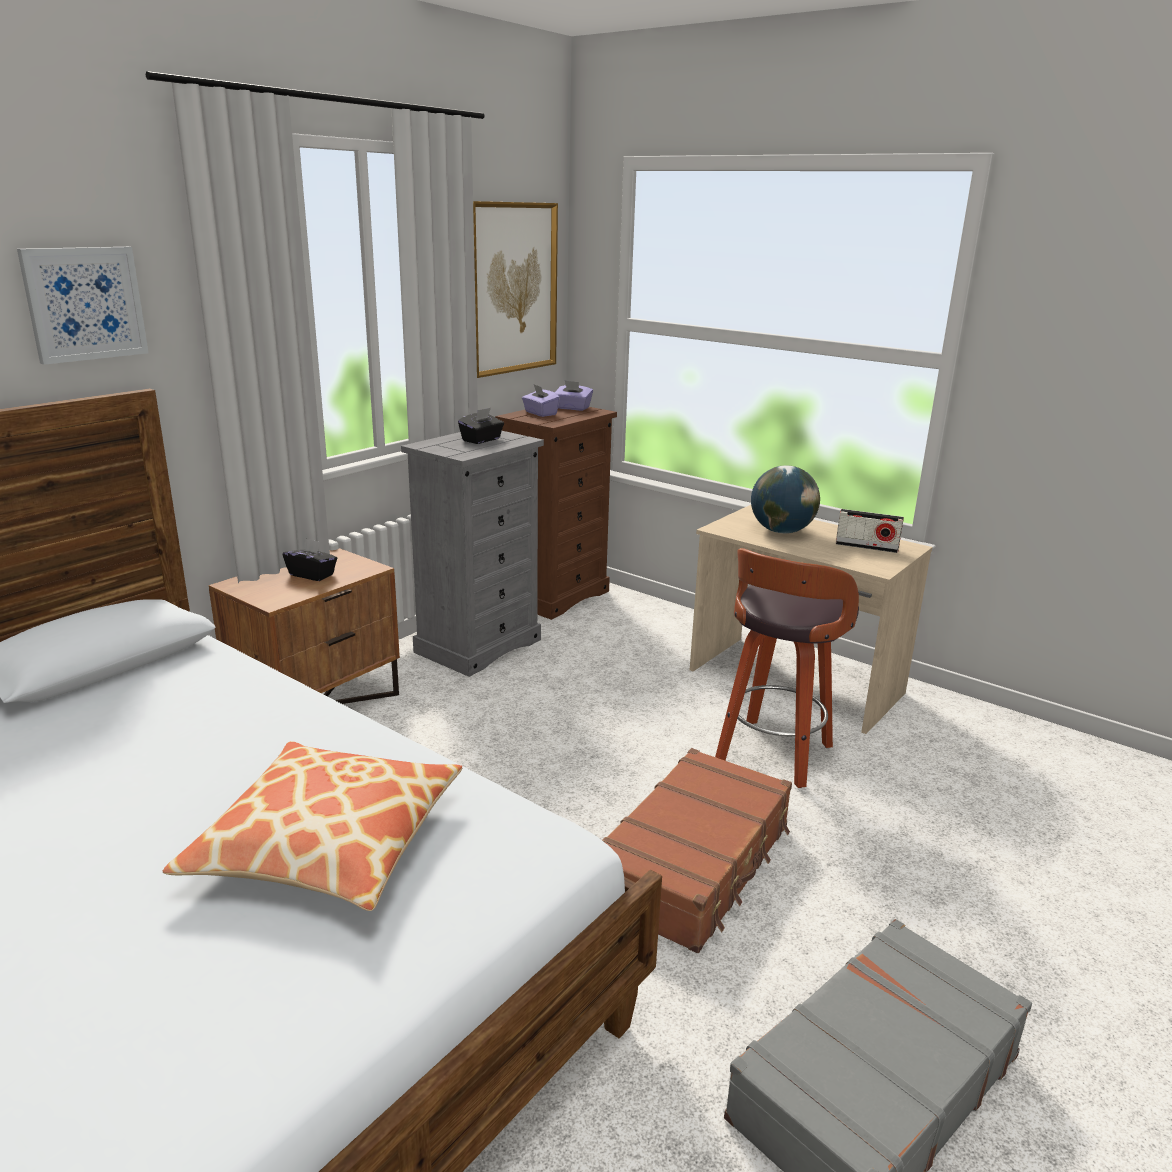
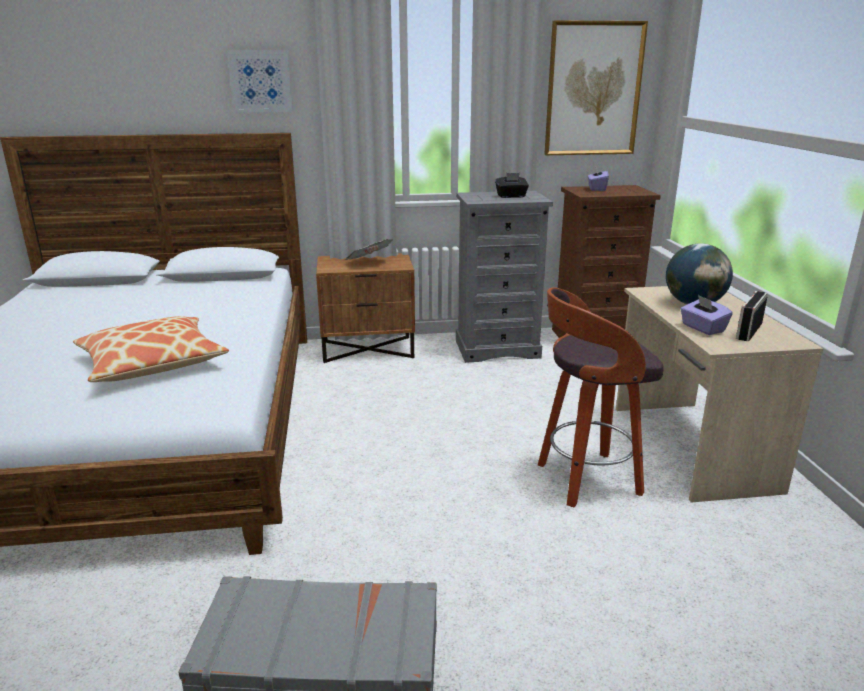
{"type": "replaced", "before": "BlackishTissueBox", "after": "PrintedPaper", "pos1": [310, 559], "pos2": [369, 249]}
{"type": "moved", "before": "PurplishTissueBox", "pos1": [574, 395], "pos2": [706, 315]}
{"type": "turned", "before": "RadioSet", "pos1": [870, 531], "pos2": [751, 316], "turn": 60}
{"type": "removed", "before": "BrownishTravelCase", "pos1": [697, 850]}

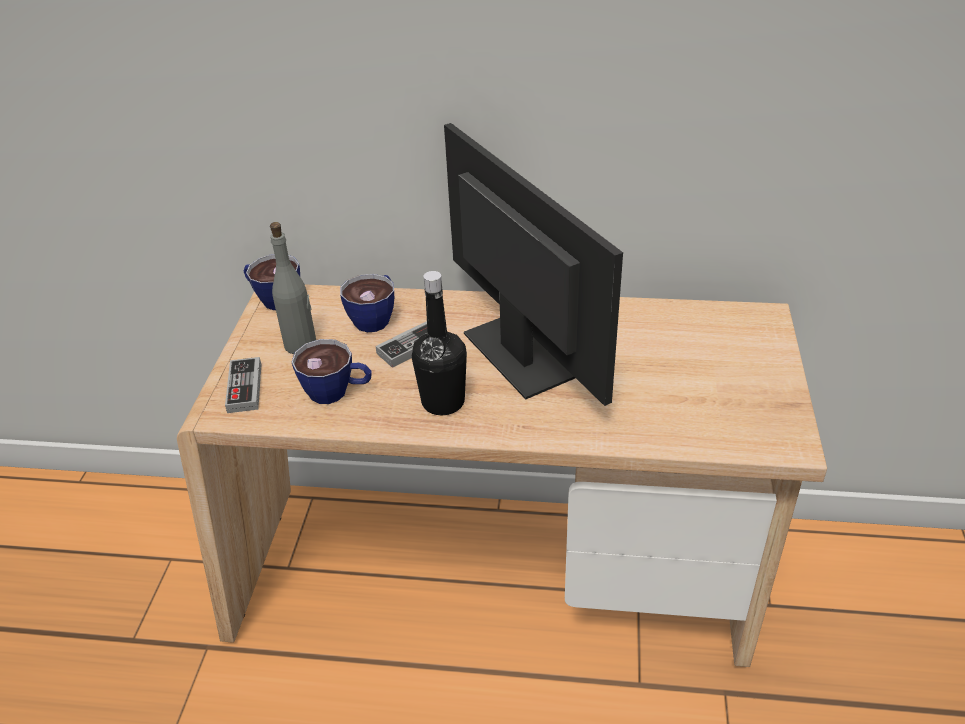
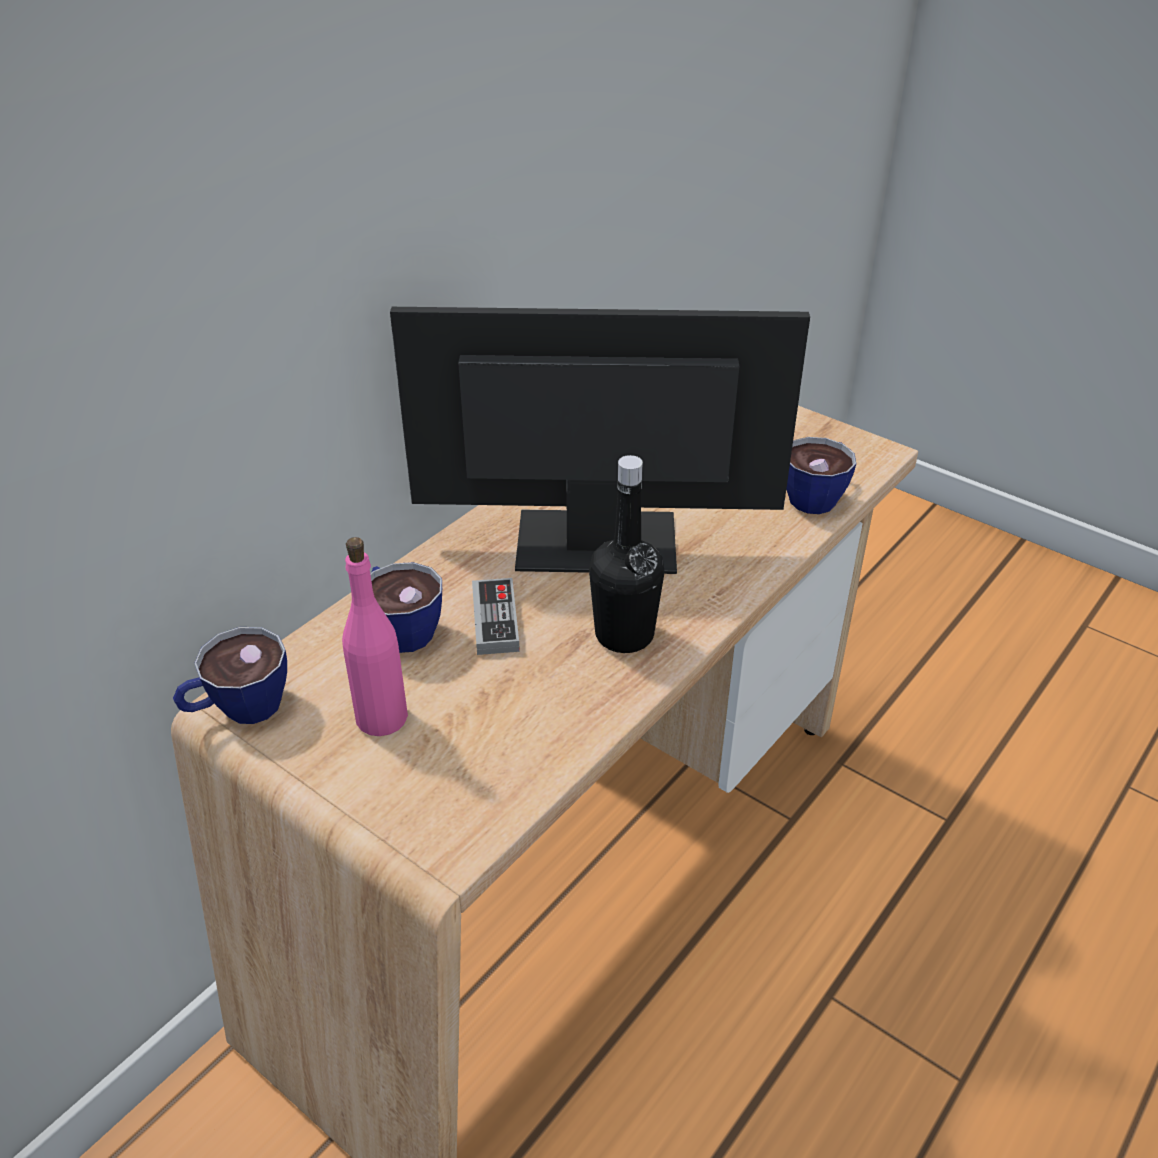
{"type": "recoloured", "before": "GreyDrinkBottle", "after": "PinkDrinkBottle", "pos1": [293, 288], "pos2": [375, 636]}
{"type": "moved", "before": "DrinkingCup", "pos1": [332, 371], "pos2": [821, 475]}
{"type": "removed", "before": "GameController", "pos1": [243, 385]}

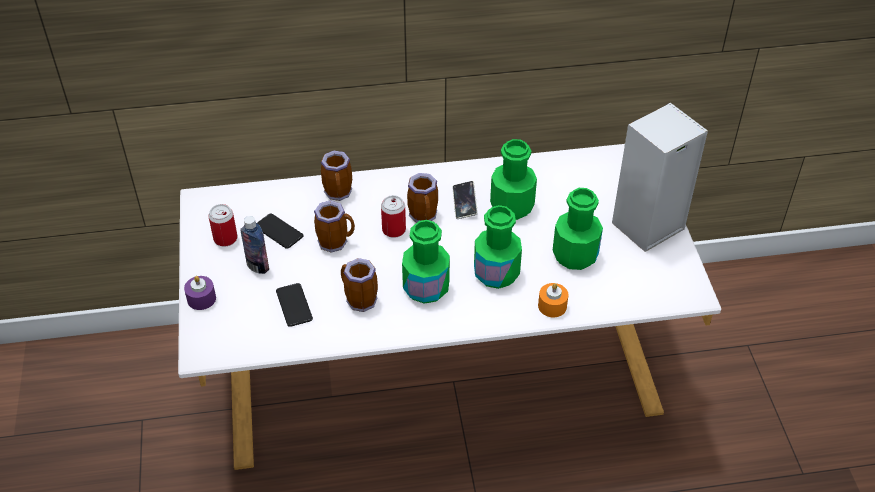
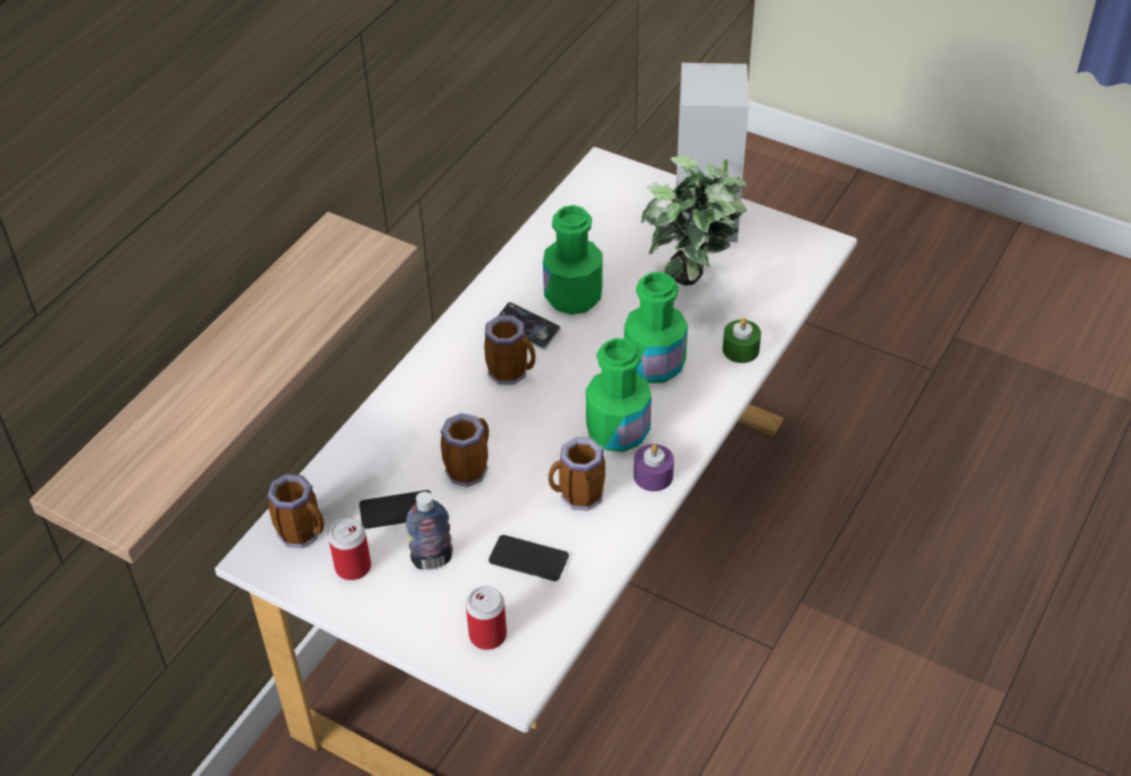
{"type": "added", "after": "Shelf", "pos2": [224, 388]}
{"type": "moved", "before": "TeaMug", "pos1": [336, 176], "pos2": [295, 511]}
{"type": "moved", "before": "SealedCan", "pos1": [393, 216], "pos2": [486, 618]}
{"type": "moved", "before": "PurplishWaxCandle", "pos1": [200, 293], "pos2": [654, 467]}
{"type": "replaced", "before": "GreenishDrinkBottle", "after": "PlantInAPot", "pos1": [578, 229], "pos2": [694, 221]}
{"type": "recoloured", "before": "OrangeyWaxCandle", "after": "GreenishWaxCandle", "pos1": [553, 300], "pos2": [742, 340]}

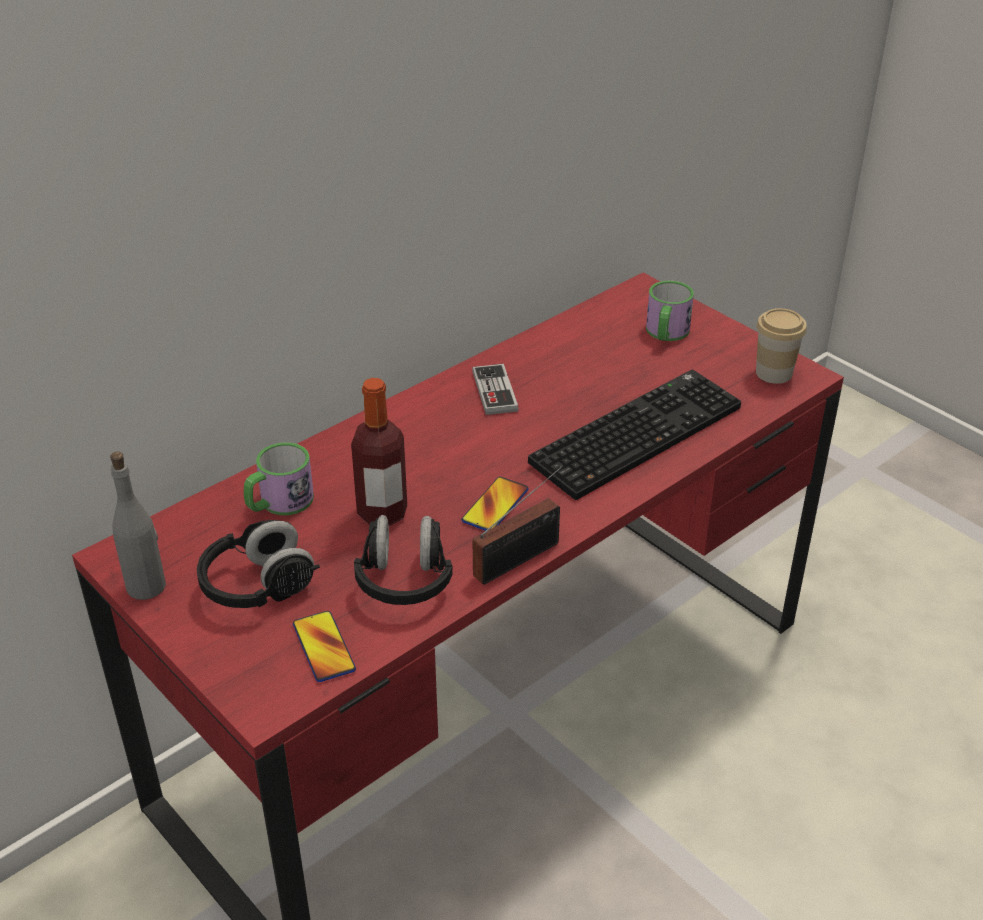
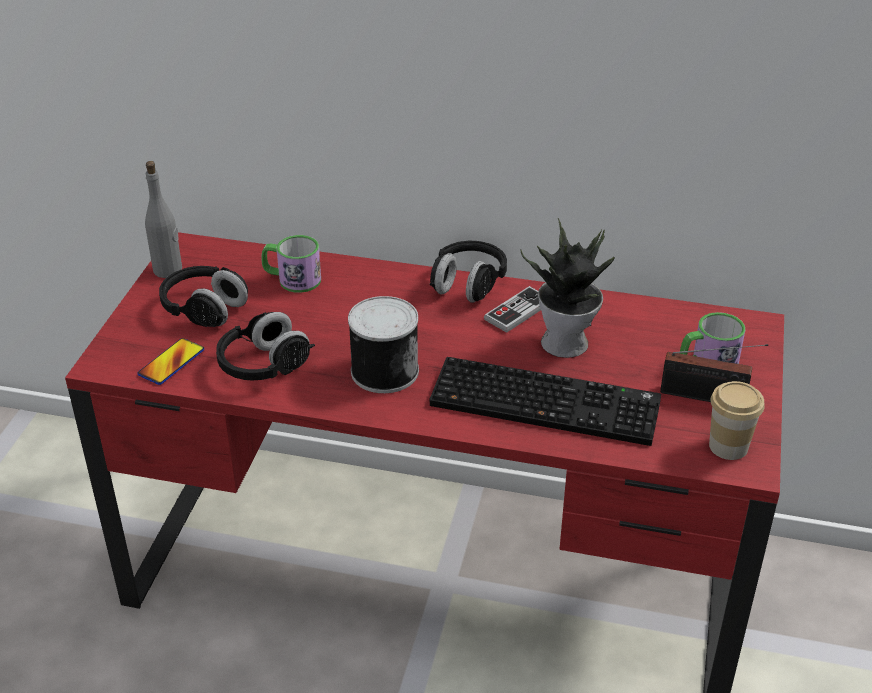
{"type": "replaced", "before": "Handset", "after": "SealedCan", "pos1": [495, 504], "pos2": [383, 344]}
{"type": "added", "after": "BlackishHeadset", "pos2": [468, 272]}
{"type": "added", "after": "PlantInAPot", "pos2": [567, 288]}
{"type": "moved", "before": "RadioSet", "pos1": [518, 525], "pos2": [714, 373]}
{"type": "removed", "before": "DrinkBottle", "pos1": [379, 452]}

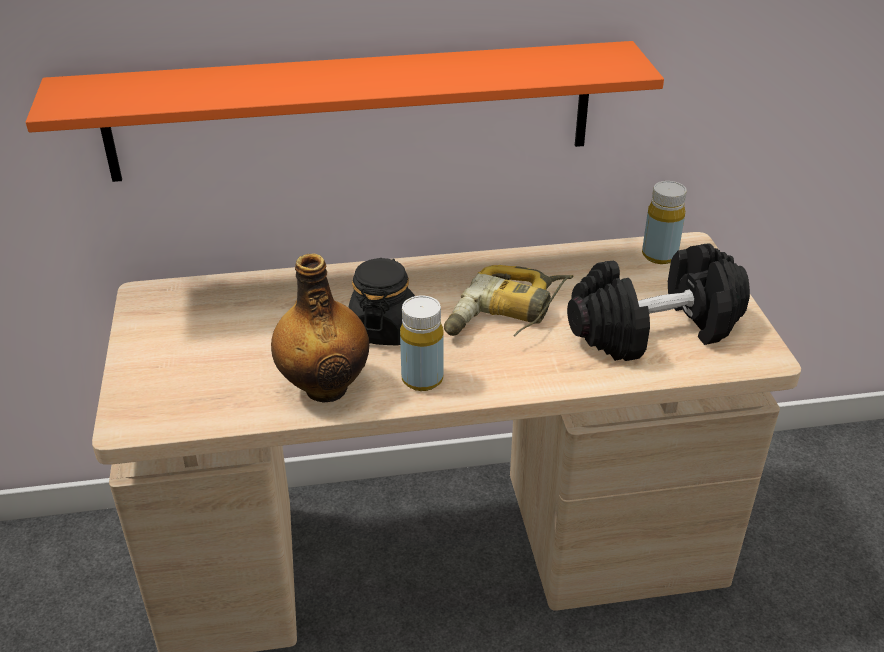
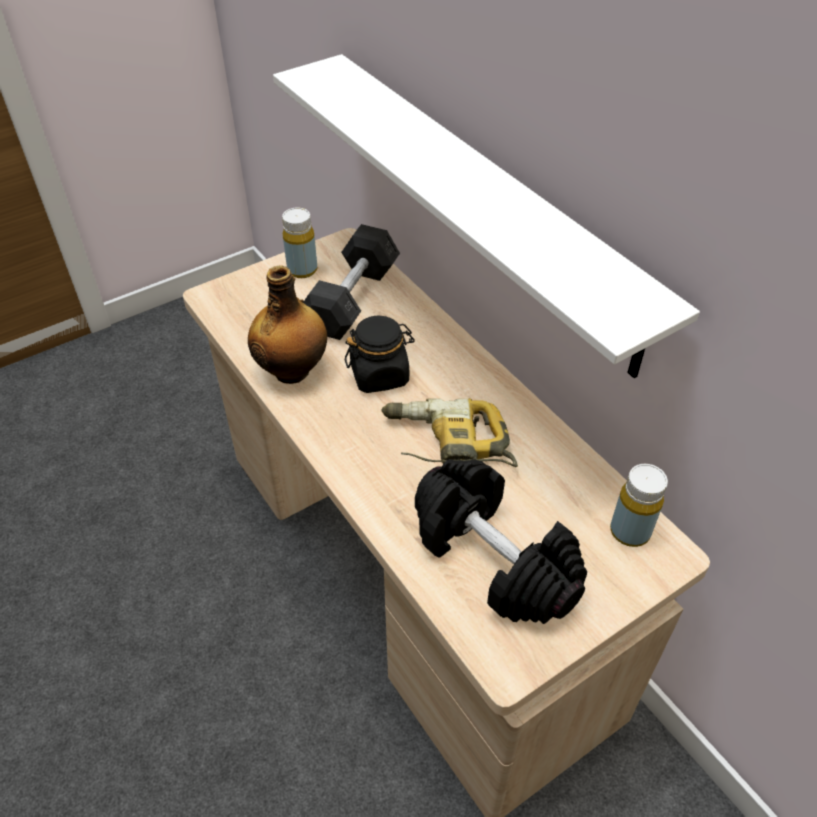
{"type": "recoloured", "before": "OrangeyShelf", "after": "WhiteColouredShelf", "pos1": [345, 111], "pos2": [486, 216]}
{"type": "moved", "before": "YellowColouredDrinkBottle", "pos1": [422, 343], "pos2": [299, 243]}
{"type": "added", "after": "GreyFreeWeight", "pos2": [351, 282]}

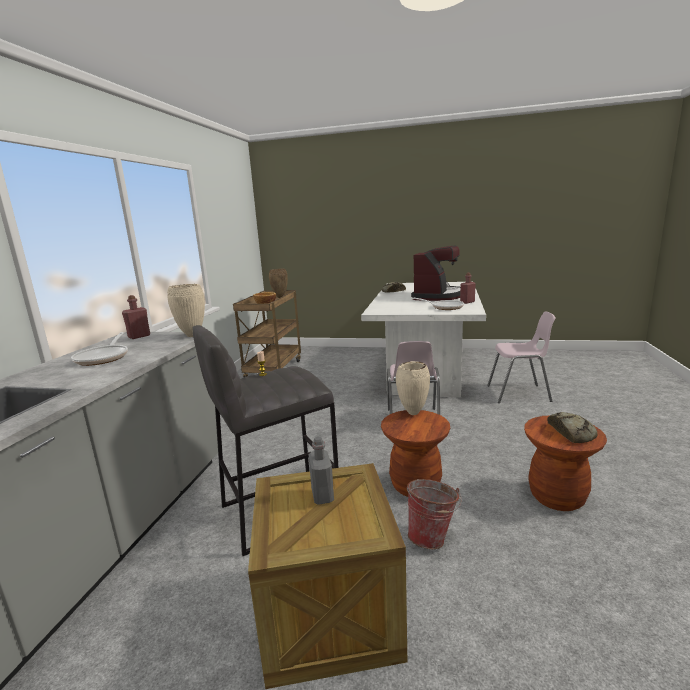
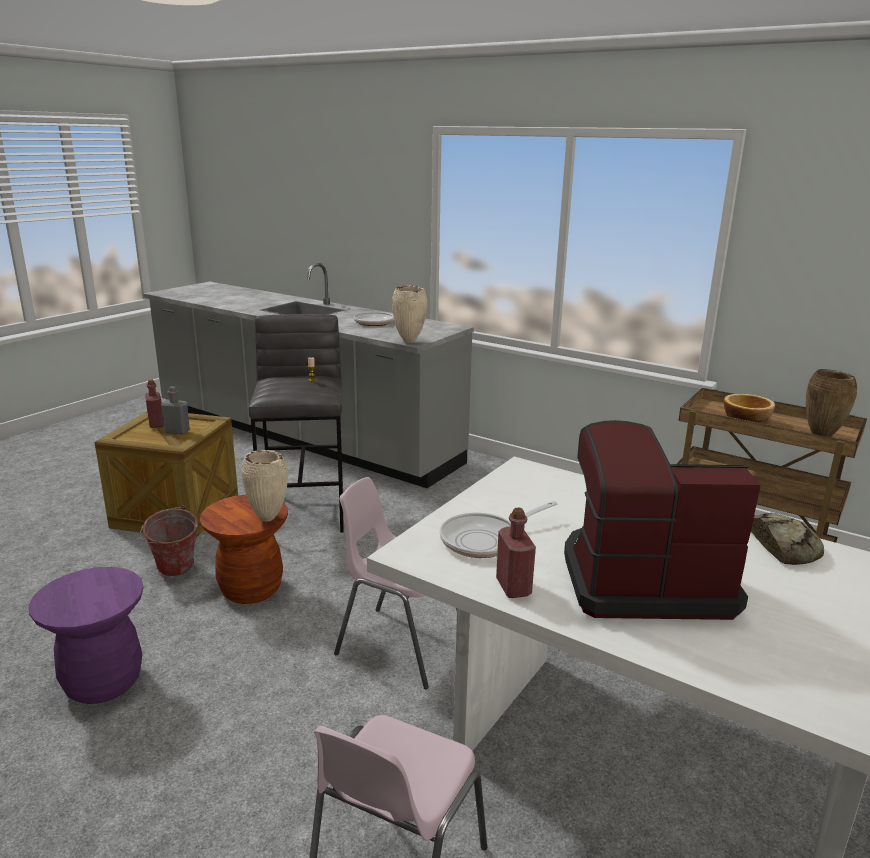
{"type": "recoloured", "before": "BrownishSittingStool", "after": "PurplishSittingStool", "pos1": [565, 463], "pos2": [86, 635]}
{"type": "moved", "before": "ReddishDrinkBottle", "pos1": [136, 317], "pos2": [154, 404]}
{"type": "turned", "before": "CoffeeMachine", "pos1": [435, 273], "pos2": [662, 520], "turn": 135}
{"type": "removed", "before": "BakeryBread", "pos1": [572, 427]}

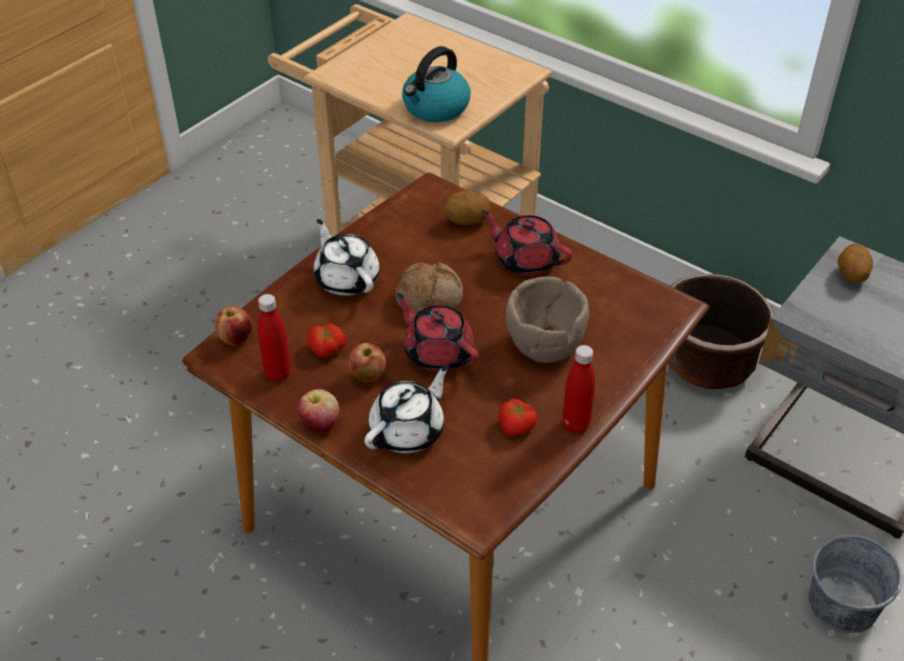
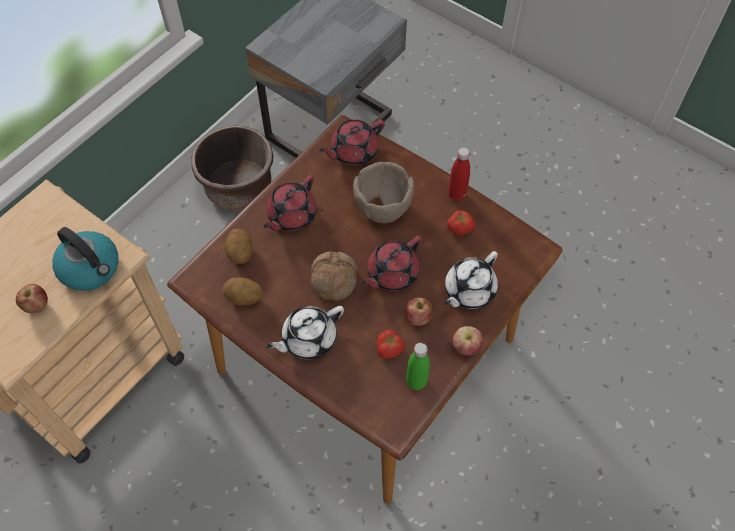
{"type": "moved", "before": "Apple", "pos1": [233, 326], "pos2": [32, 298]}
{"type": "moved", "before": "Potato", "pos1": [855, 263], "pos2": [242, 291]}
{"type": "added", "after": "ReddishTeapot", "pos2": [352, 142]}
{"type": "recoloured", "before": "ReddishDrinkBottle", "after": "GreenishDrinkBottle", "pos1": [274, 338], "pos2": [418, 366]}
{"type": "turned", "before": "WhiteColouredTeapot", "pos1": [406, 409], "pos2": [471, 280], "turn": -90}
{"type": "removed", "before": "GreyBucket", "pos1": [856, 583]}

